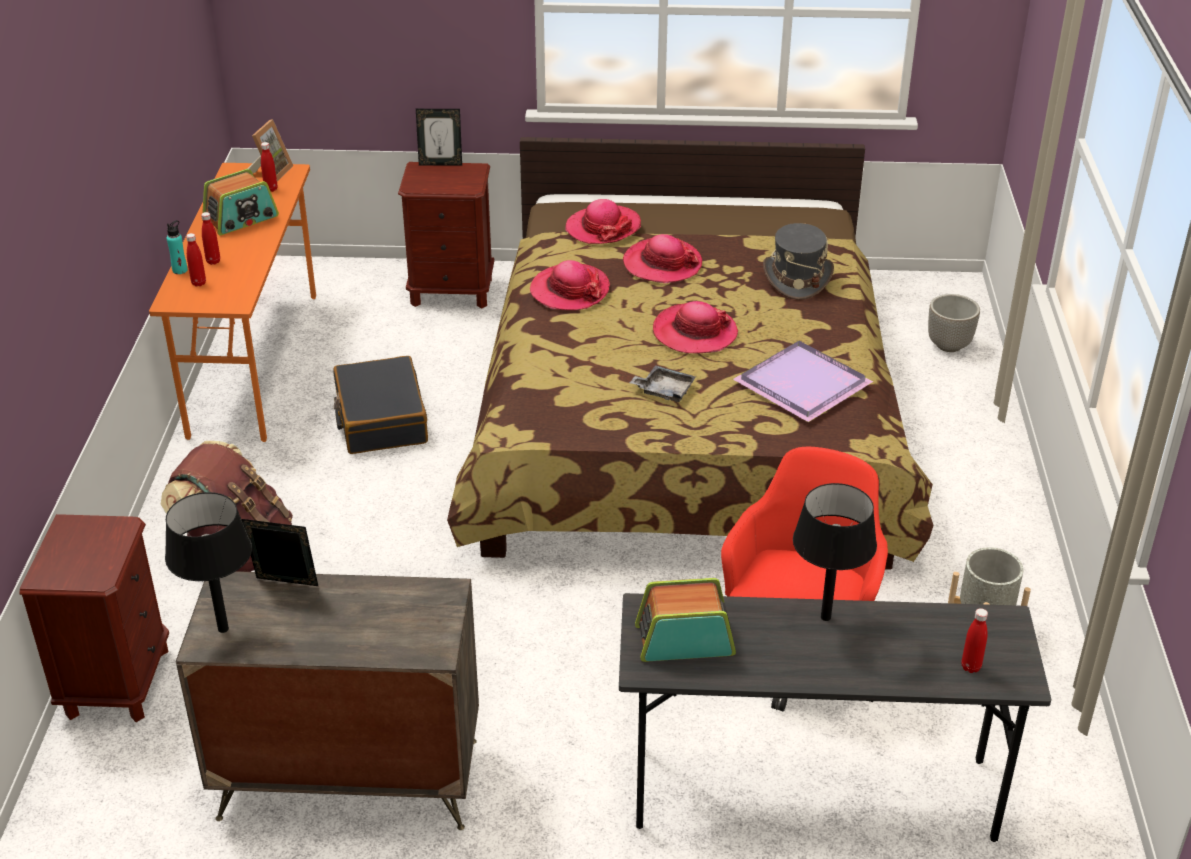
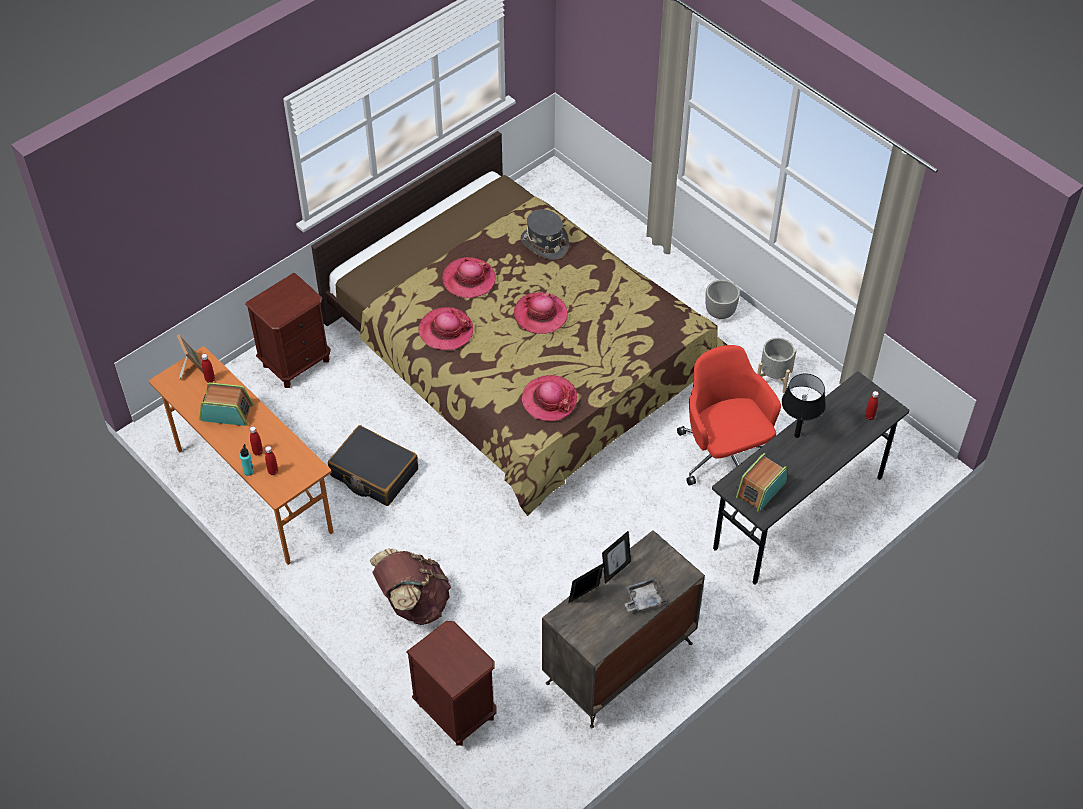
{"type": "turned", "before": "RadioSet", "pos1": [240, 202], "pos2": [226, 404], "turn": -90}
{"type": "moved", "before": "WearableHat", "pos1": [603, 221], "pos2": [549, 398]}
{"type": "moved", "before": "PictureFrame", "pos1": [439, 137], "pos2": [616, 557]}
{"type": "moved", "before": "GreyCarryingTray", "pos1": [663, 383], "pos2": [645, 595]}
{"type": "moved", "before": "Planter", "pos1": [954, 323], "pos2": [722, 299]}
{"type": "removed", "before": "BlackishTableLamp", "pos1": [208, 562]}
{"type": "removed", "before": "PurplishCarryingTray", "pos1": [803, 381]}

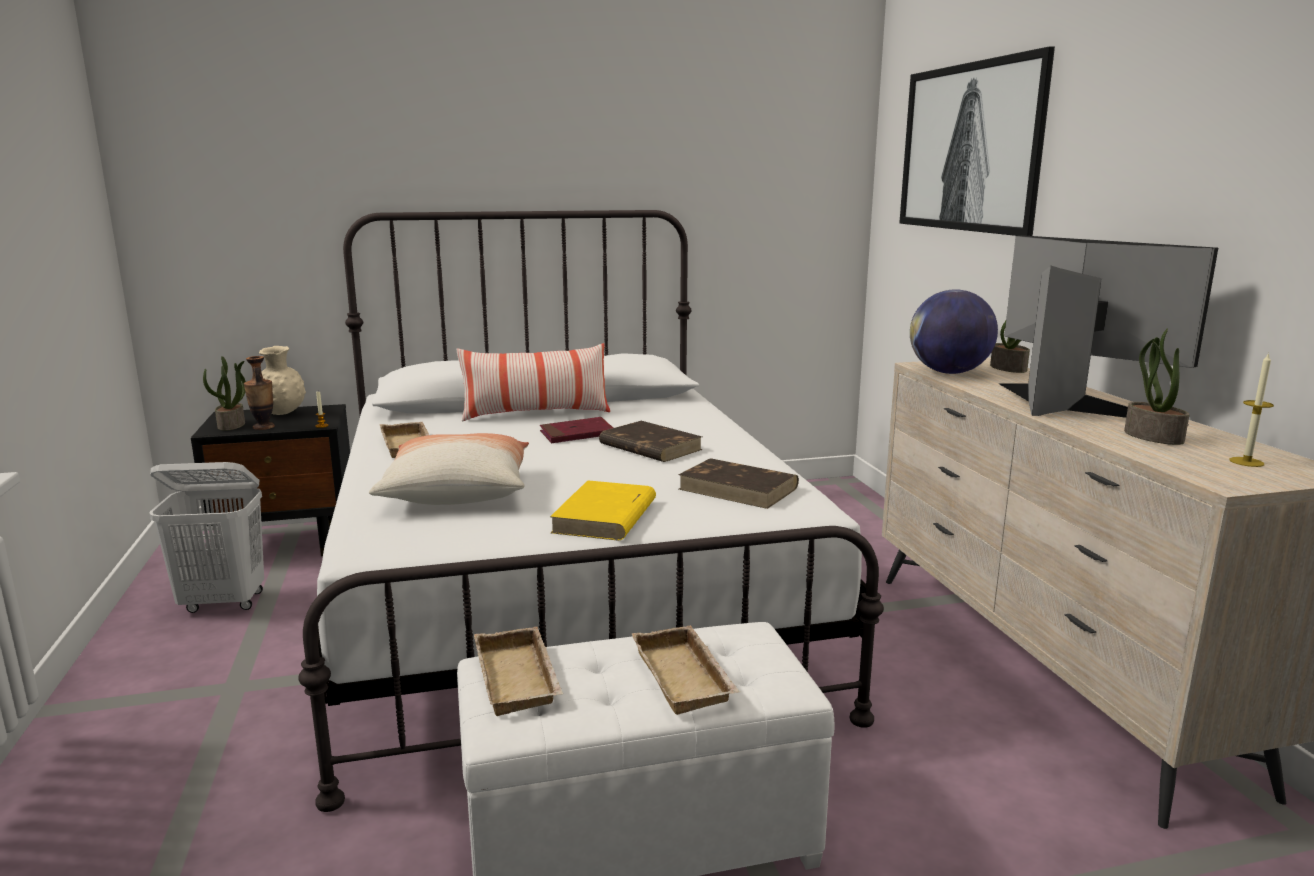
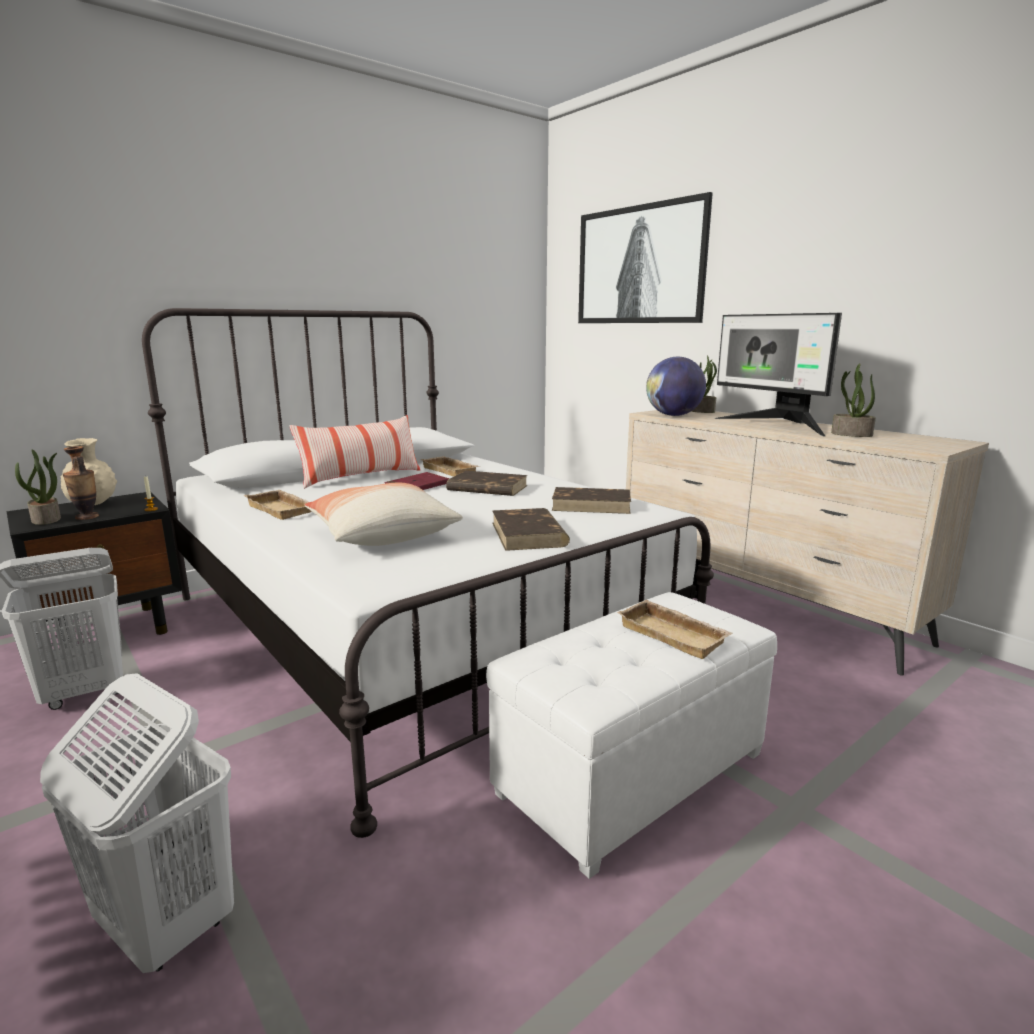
{"type": "added", "after": "WhiteColouredHamper", "pos2": [137, 823]}
{"type": "moved", "before": "BeigeColouredCarryingTray", "pos1": [519, 671], "pos2": [451, 466]}
{"type": "recoloured", "before": "YellowColouredBook", "after": "BrownishBook", "pos1": [603, 510], "pos2": [531, 529]}
{"type": "turned", "before": "ComputerDisplay", "pos1": [1108, 330], "pos2": [778, 374], "turn": -150}
{"type": "removed", "before": "WaxCandle", "pos1": [1252, 409]}

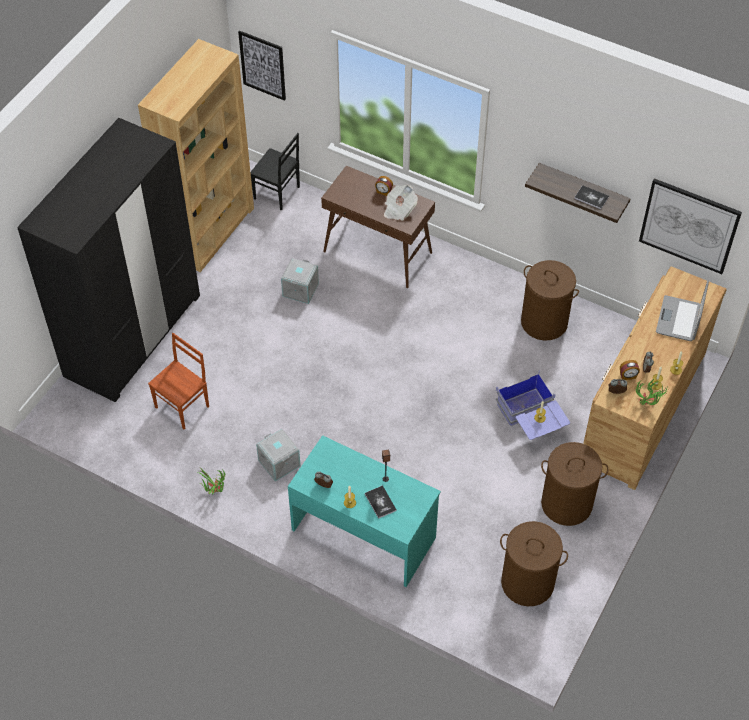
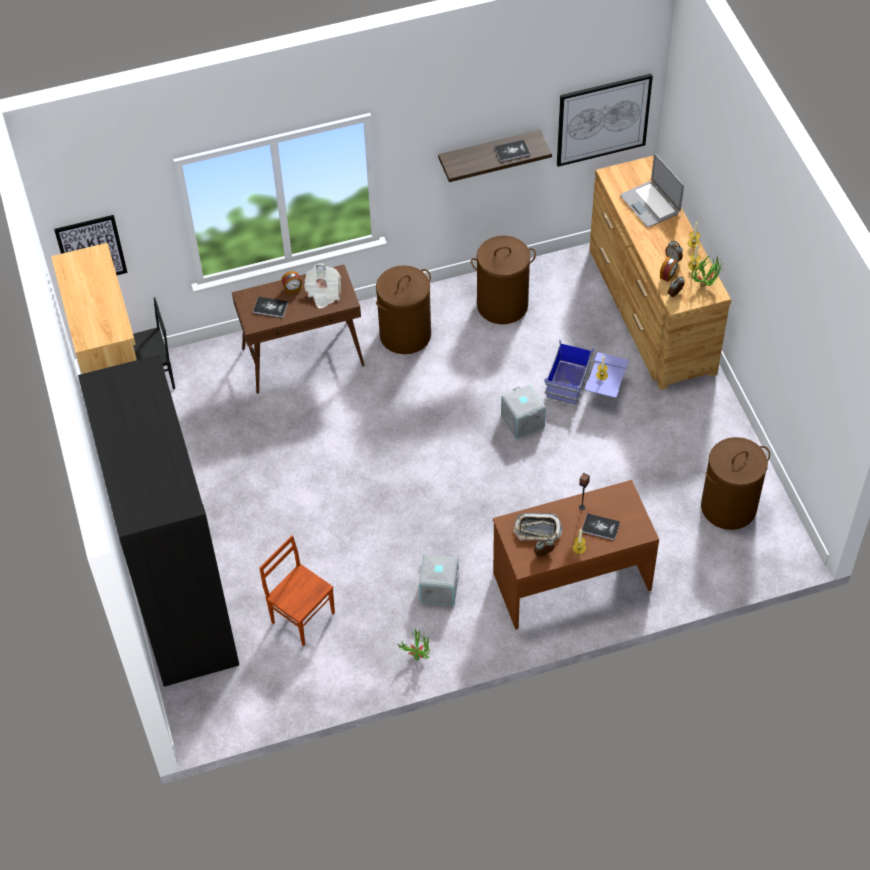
{"type": "added", "after": "Book", "pos2": [270, 307]}
{"type": "turned", "before": "BrownishUprightChair", "pos1": [178, 381], "pos2": [297, 590], "turn": -45}
{"type": "moved", "before": "BrownishHamper", "pos1": [574, 484], "pos2": [403, 309]}
{"type": "recoloured", "before": "TurquoiseDeskTable", "after": "BrownishDeskTable", "pos1": [364, 511], "pos2": [576, 555]}
{"type": "moved", "before": "GreyStorageBox", "pos1": [300, 281], "pos2": [523, 412]}
{"type": "added", "after": "CarryingTray", "pos2": [538, 526]}

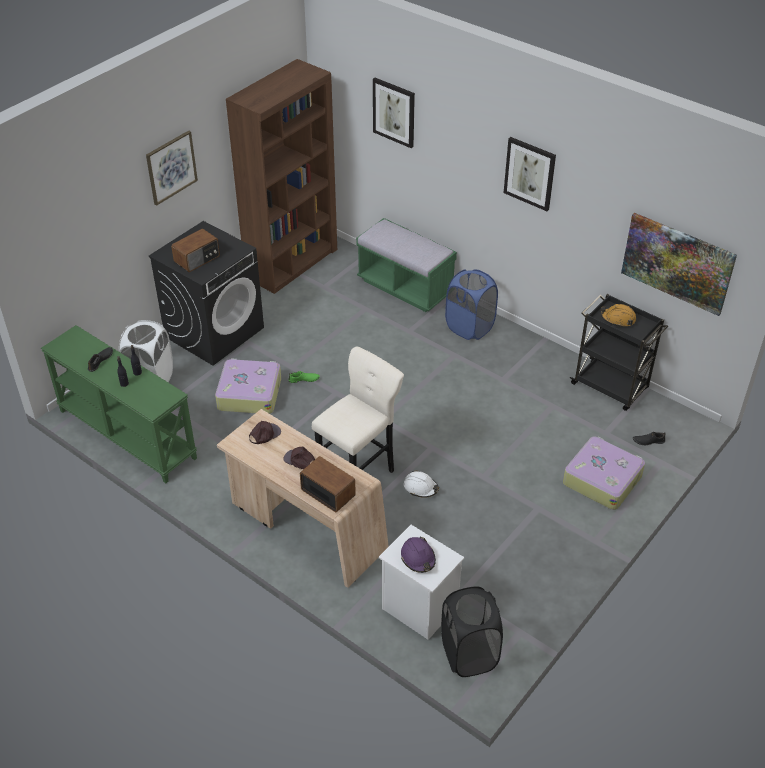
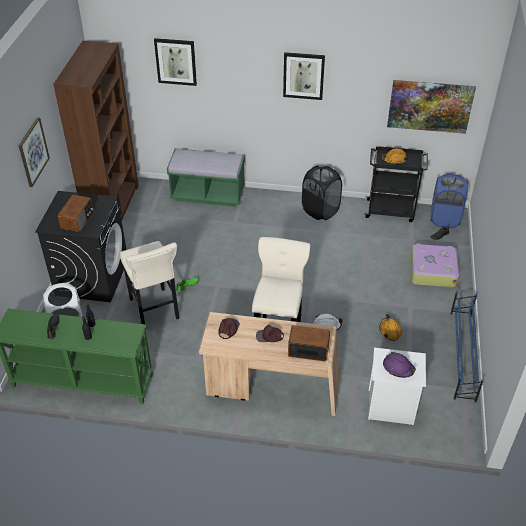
{"type": "replaced", "before": "TravelCase", "after": "BeigeColouredSittingStool", "pos1": [248, 386], "pos2": [149, 285]}
{"type": "moved", "before": "BlackishHamper", "pos1": [472, 631], "pos2": [322, 193]}
{"type": "added", "after": "OrangeyWorkHelmet", "pos2": [391, 327]}
{"type": "moved", "before": "BlueHamper", "pos1": [471, 304], "pos2": [449, 201]}
{"type": "added", "after": "BlueShoeShelf", "pos2": [467, 347]}

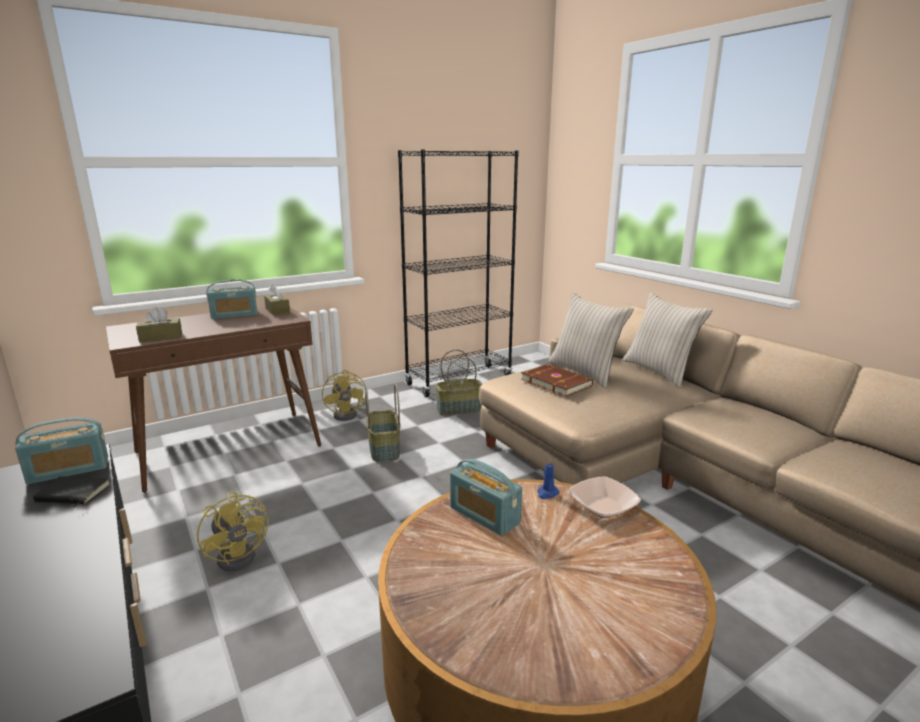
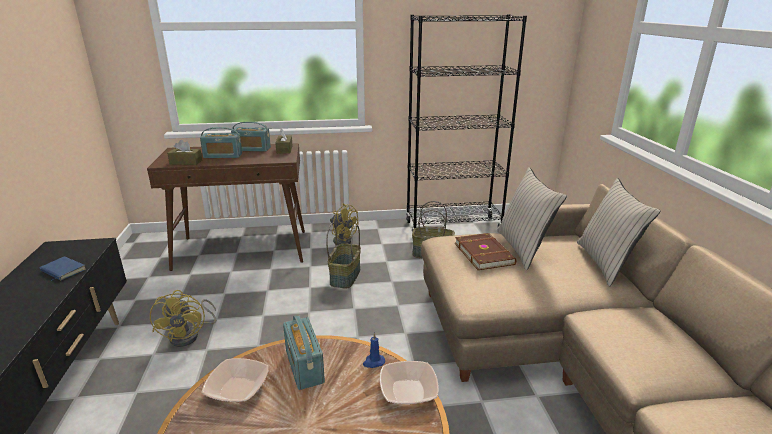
{"type": "recoloured", "before": "BlackishBook", "after": "BlueBook", "pos1": [72, 492], "pos2": [63, 269]}
{"type": "moved", "before": "RadioSet", "pos1": [61, 450], "pos2": [221, 142]}
{"type": "added", "after": "ServingBowl", "pos2": [235, 380]}
{"type": "turned", "before": "YellowColouredCoolingFan", "pos1": [344, 395], "pos2": [344, 224], "turn": -60}

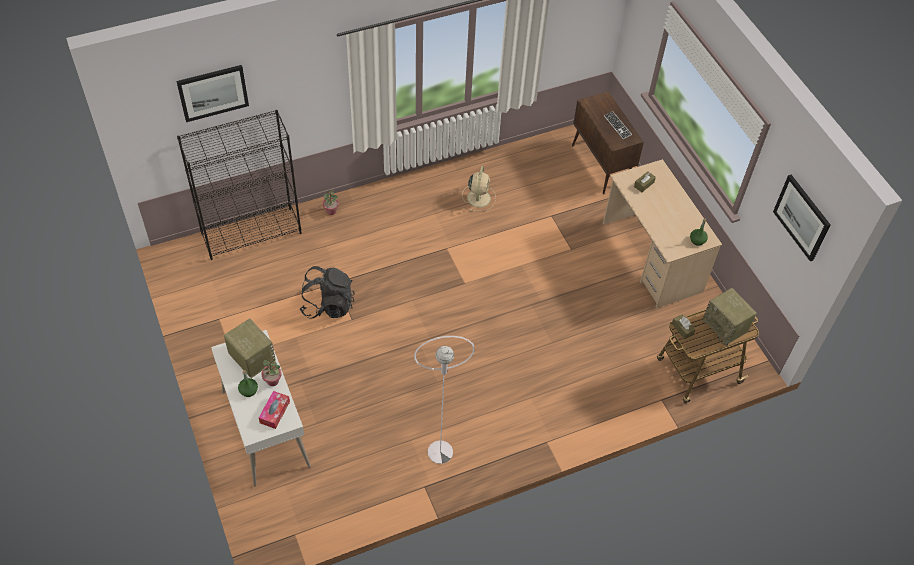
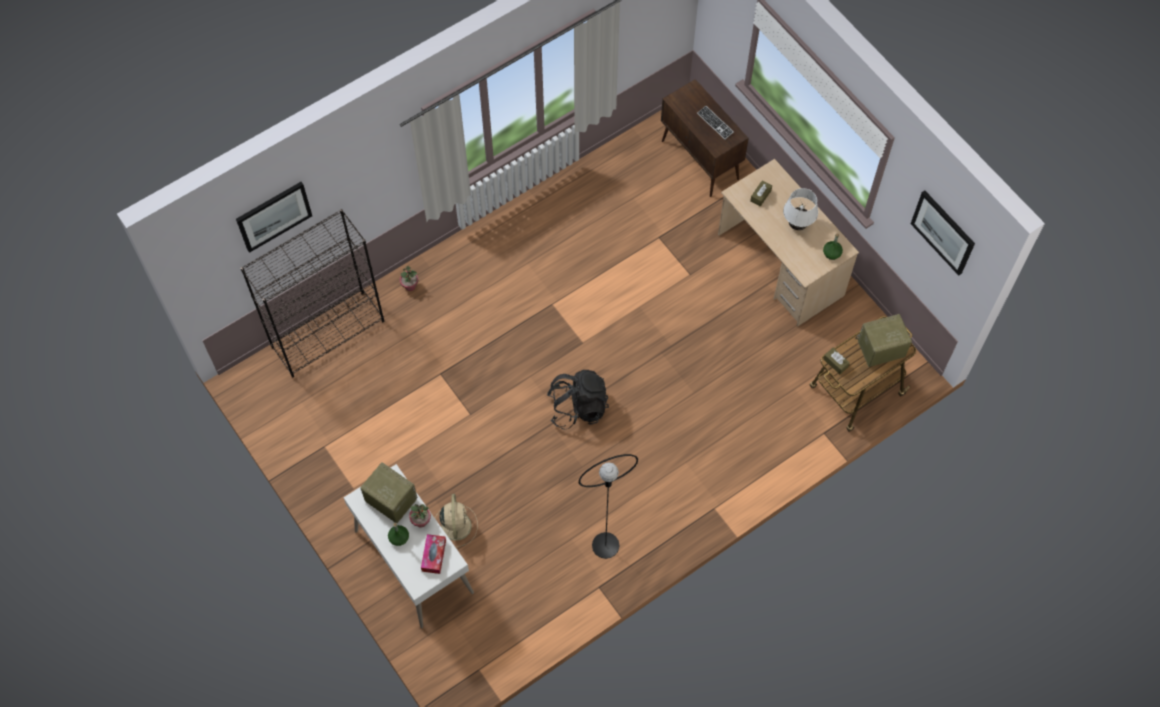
{"type": "moved", "before": "BeigeColouredCoolingFan", "pos1": [479, 188], "pos2": [456, 520]}
{"type": "moved", "before": "BlackishBackpack", "pos1": [327, 292], "pos2": [578, 399]}
{"type": "recoloured", "before": "WhiteColouredFloorLamp", "after": "BlackishFloorLamp", "pos1": [444, 400], "pos2": [608, 506]}
{"type": "added", "after": "WhiteColouredTableLamp", "pos2": [800, 209]}
{"type": "turned", "before": "RadioSet", "pos1": [730, 316], "pos2": [884, 340], "turn": 120}

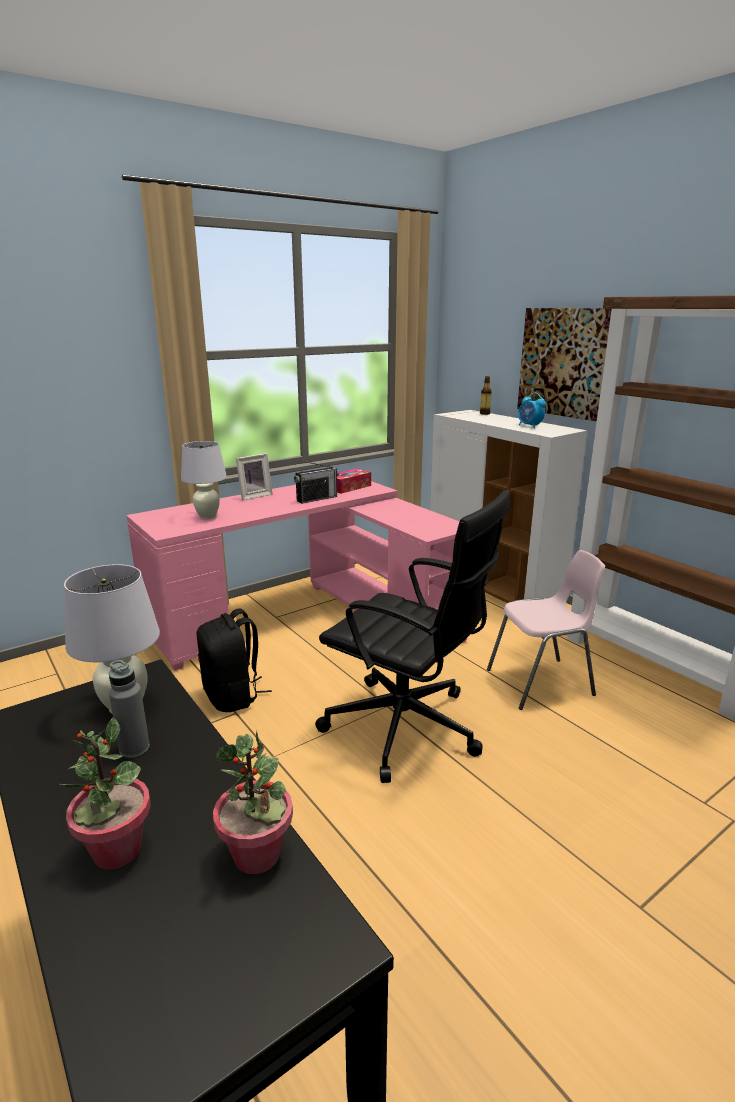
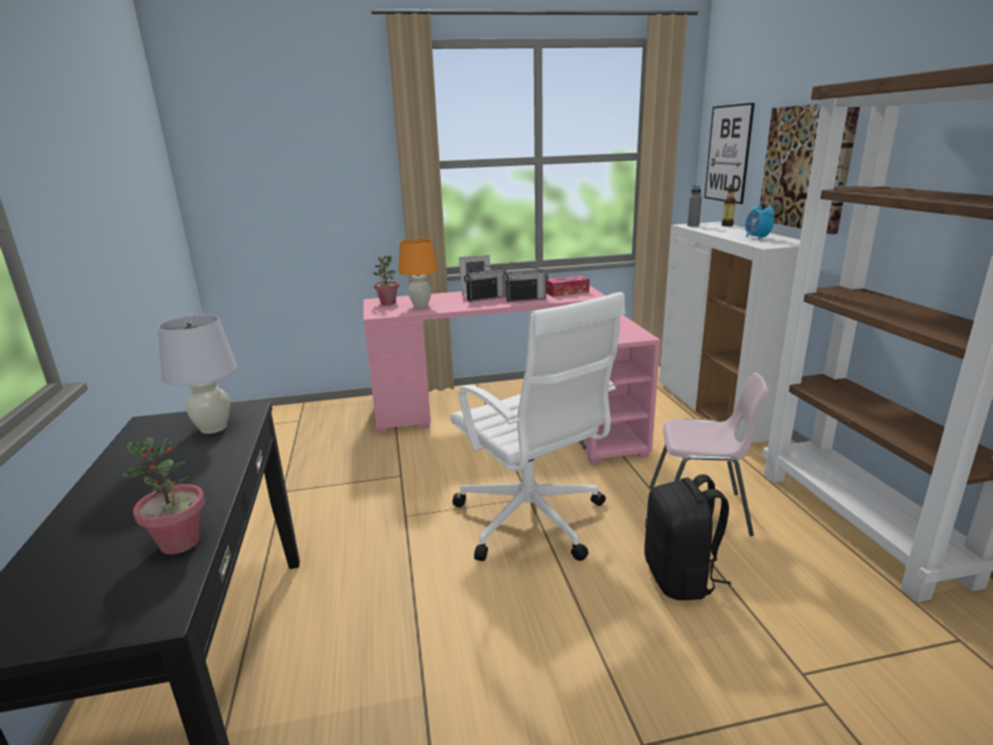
{"type": "moved", "before": "PlantInAPot", "pos1": [105, 793], "pos2": [386, 280]}
{"type": "recoloured", "before": "WhiteColouredTableLamp", "after": "OrangeyTableLamp", "pos1": [204, 480], "pos2": [418, 273]}
{"type": "recoloured", "before": "BlackishDeskChair", "after": "WhiteColouredDeskChair", "pos1": [412, 636], "pos2": [537, 426]}
{"type": "added", "after": "RadioSet", "pos2": [485, 281]}
{"type": "moved", "before": "BlackishBackpack", "pos1": [234, 660], "pos2": [688, 537]}
{"type": "moved", "before": "GreyDrinkBottle", "pos1": [129, 709], "pos2": [694, 206]}
{"type": "added", "after": "Picture", "pos2": [729, 153]}

